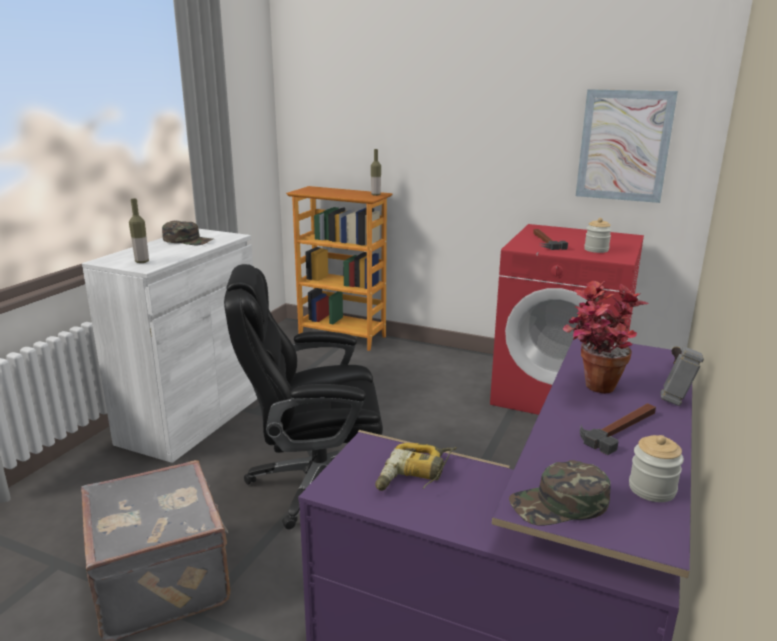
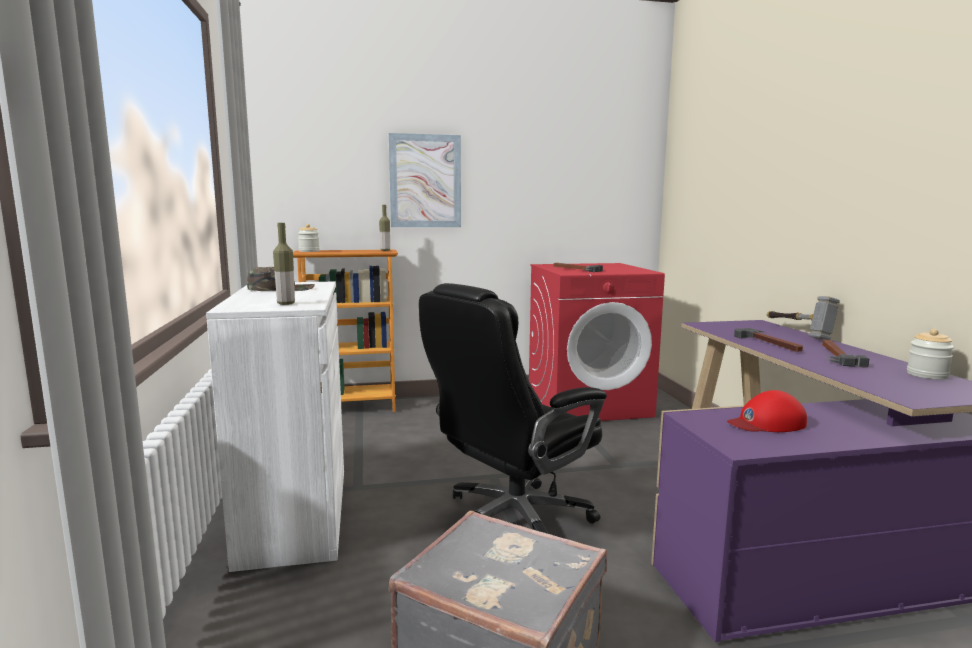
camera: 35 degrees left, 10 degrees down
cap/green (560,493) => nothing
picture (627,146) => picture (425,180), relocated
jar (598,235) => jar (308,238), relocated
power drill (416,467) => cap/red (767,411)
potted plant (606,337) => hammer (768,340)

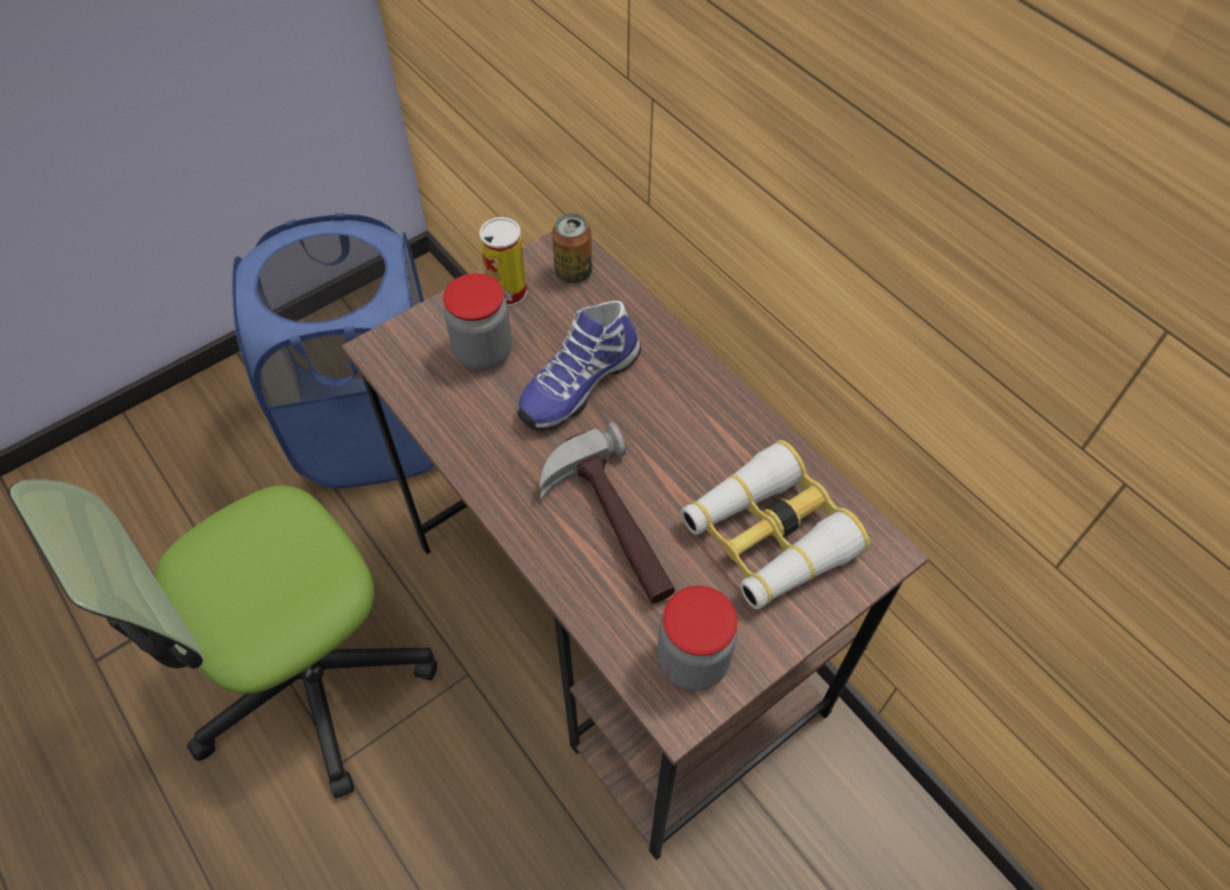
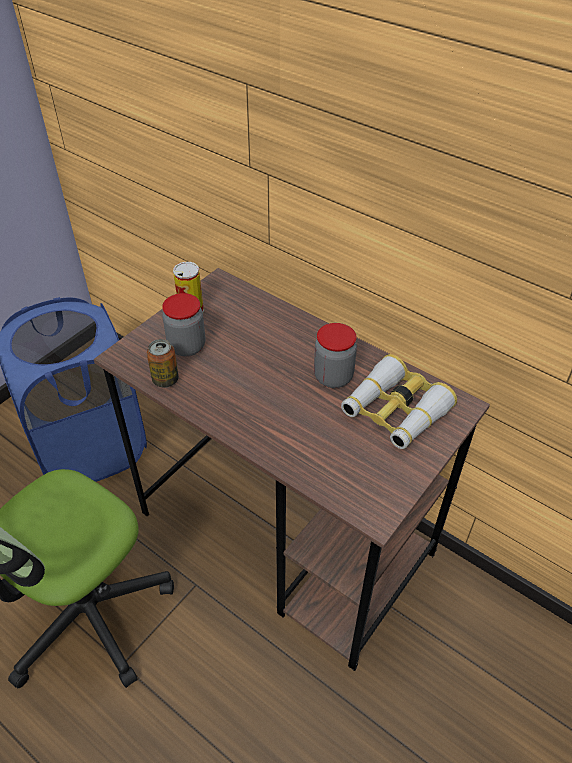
camera: 15 degrees left, 10 degrees down
shoe (579,366) => nothing
hammer (607,513) => nothing
can (572,248) => can (163,363), relocated
jar (697,638) => jar (335,355), relocated

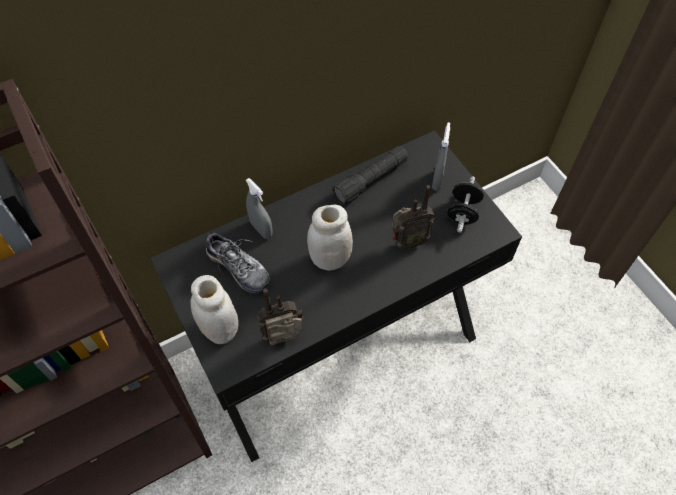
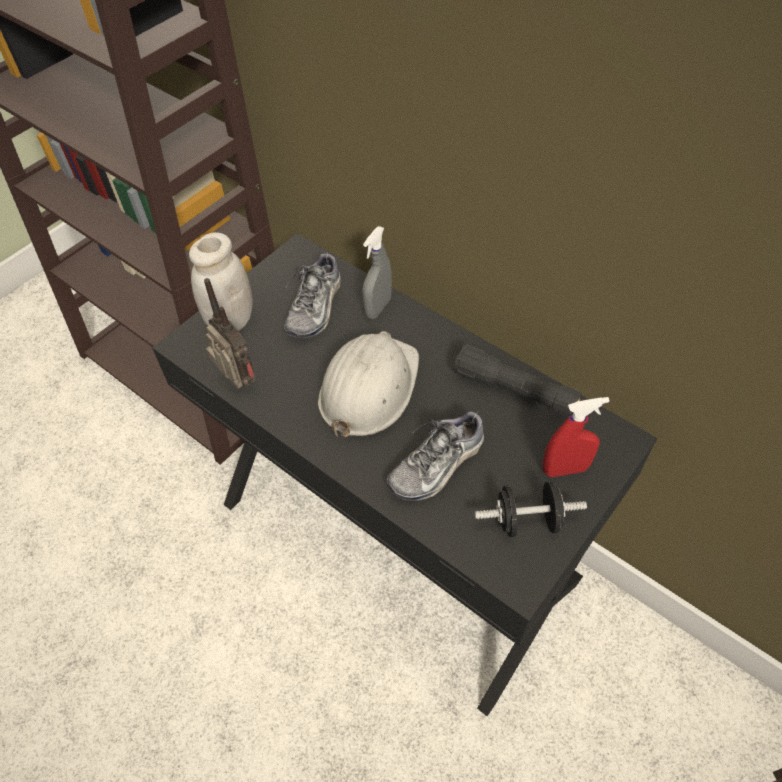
camera: 70 degrees right, 5 degrees down
jar/white (330,238) => hard hat/white (368,384)
radio (413,217) => shoe (435,455)
spray bottle/grey (441,156) => spray bottle/red (576,437)

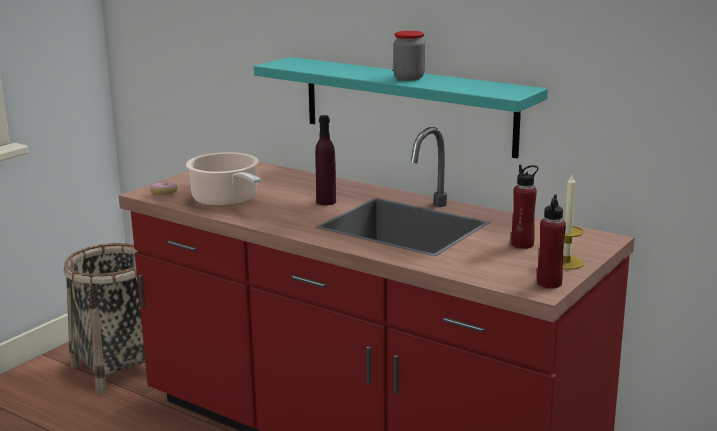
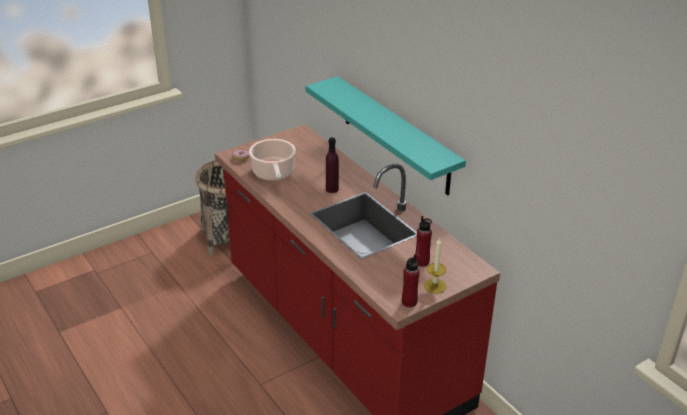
camera: 20 degrees right, 15 degrees up
jar (409,56) => nothing

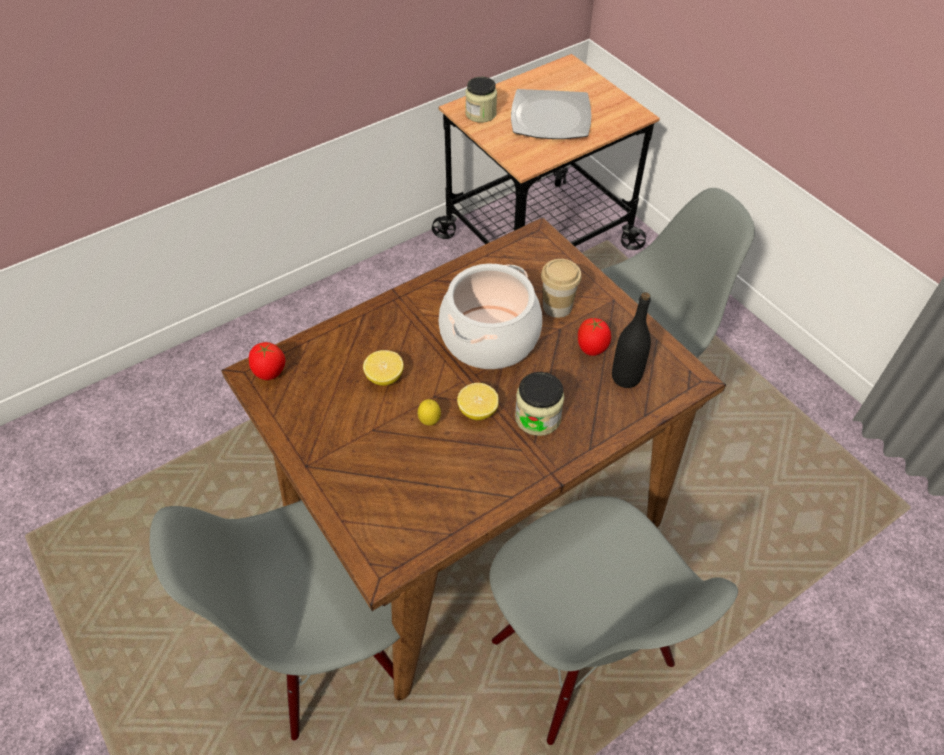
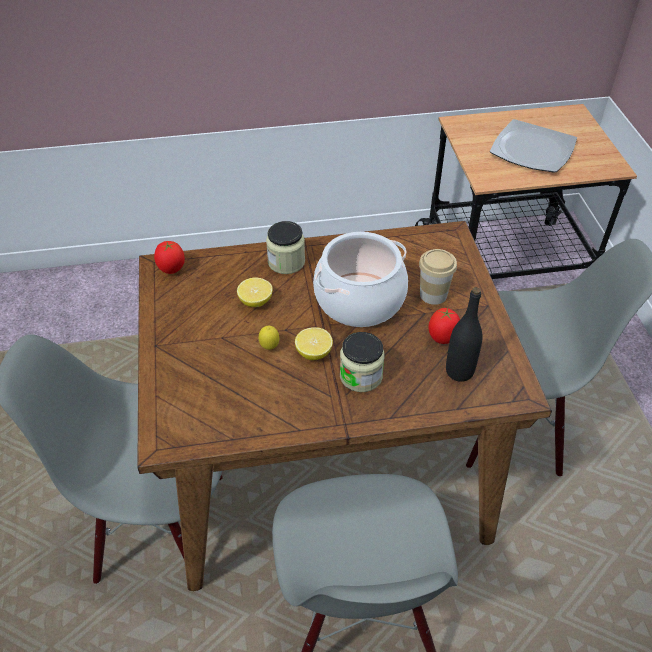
camera: 25 degrees right, 5 degrees down
jar (481,100) => jar (285,247), relocated

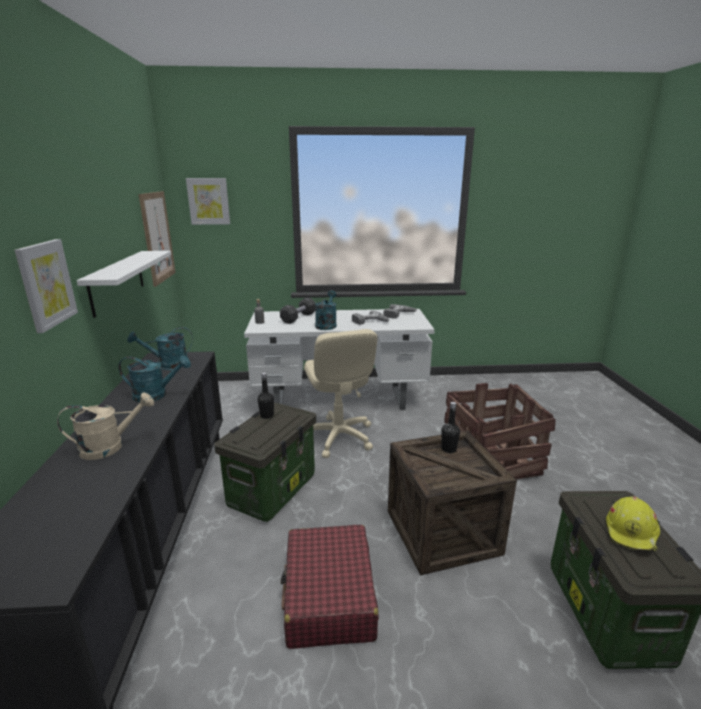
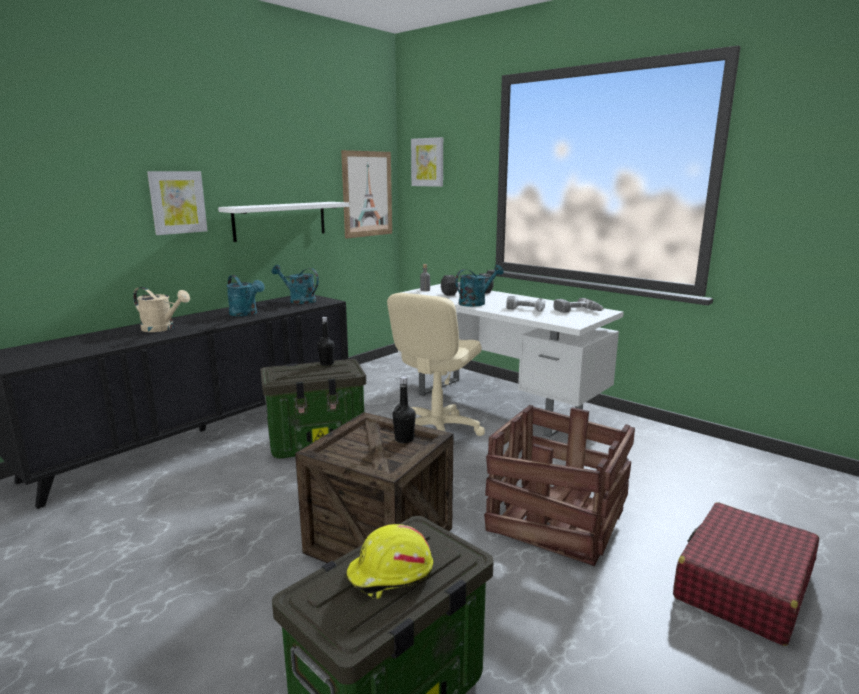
camera: 45 degrees right, 5 degrees down
suitcase/red (330,587) => suitcase/red (746,574), relocated

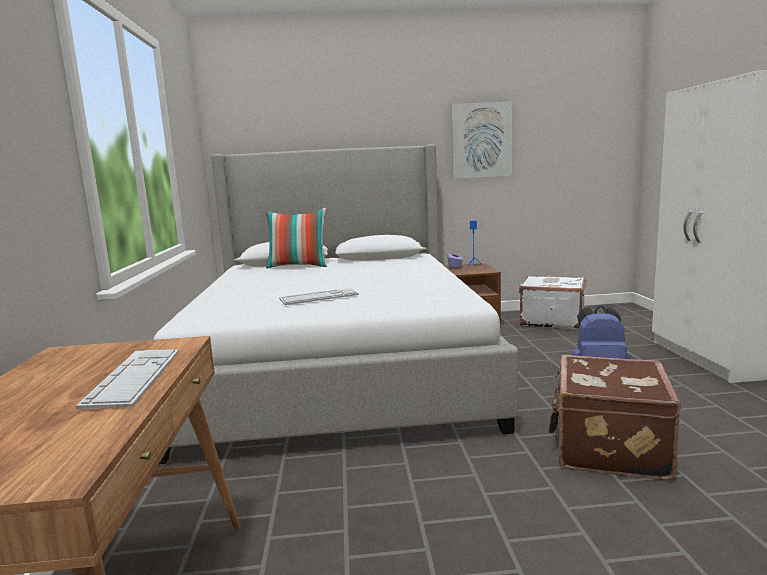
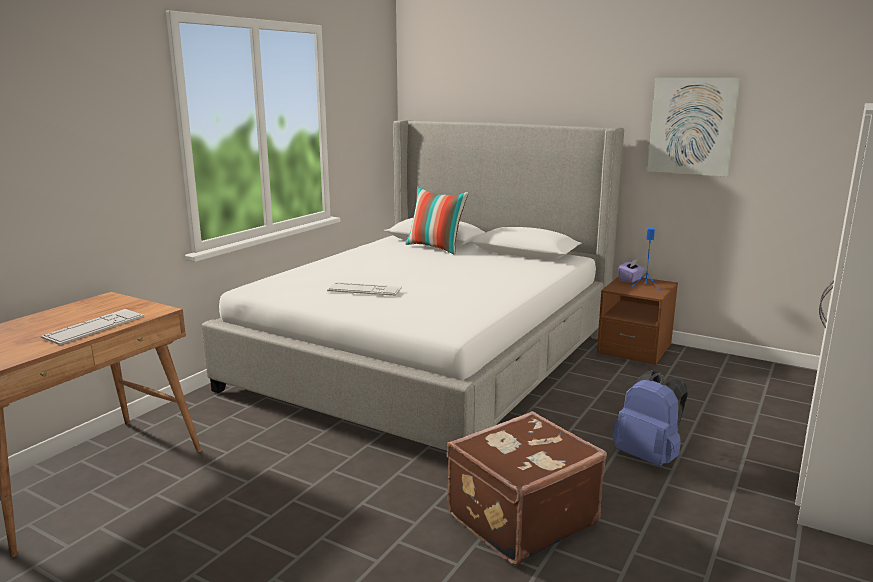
camera: 35 degrees right, 5 degrees up
suitcase/white (552,302) => nothing

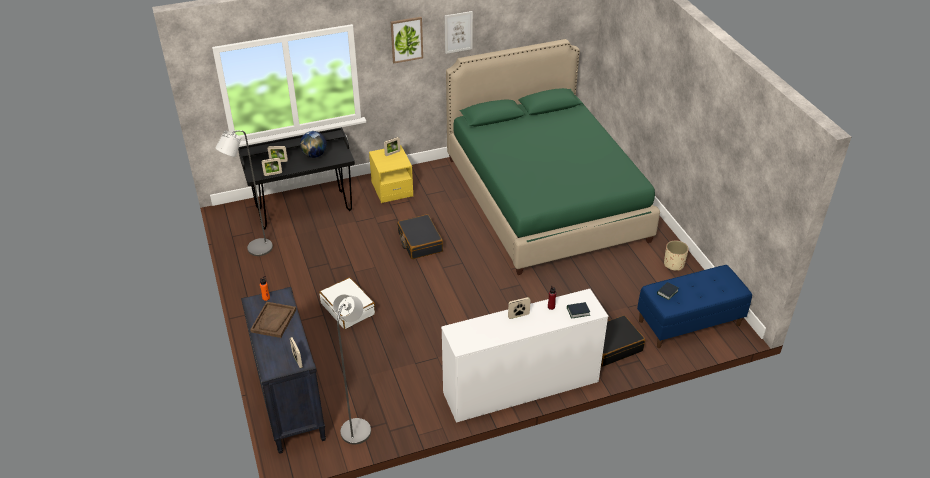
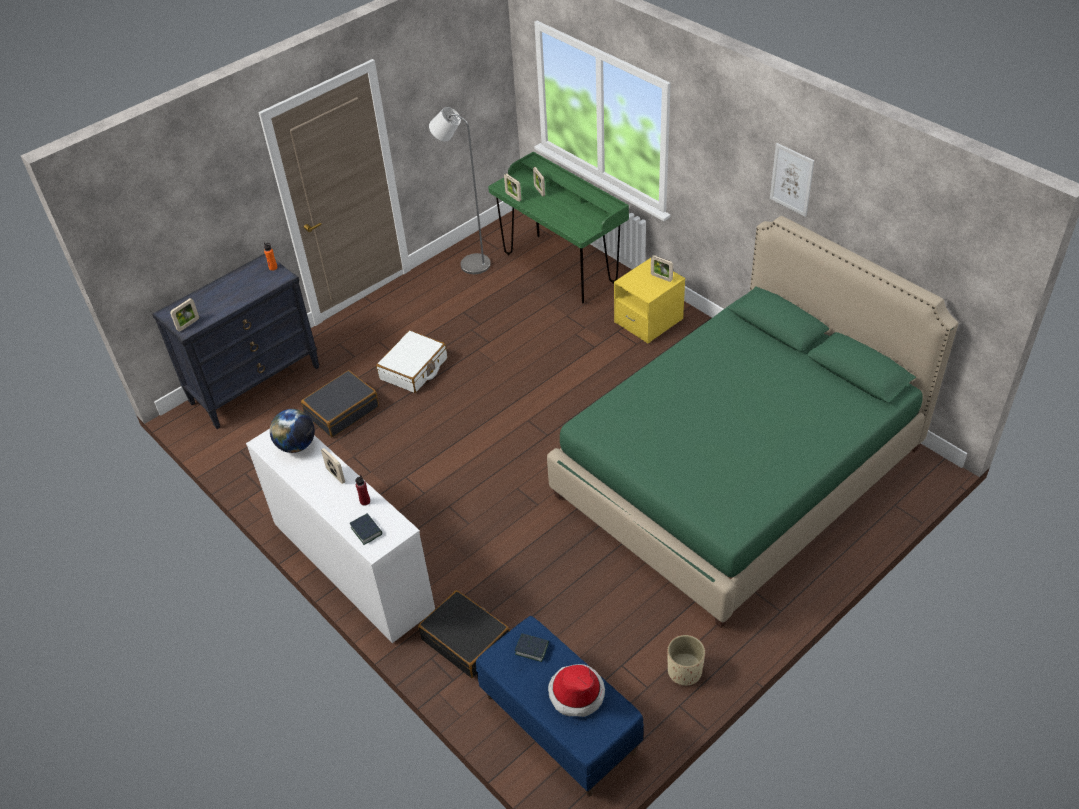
camera: 70 degrees right, 5 degrees up
tray/brown (273,320) => nothing
floor lamp/grey (352,369) => nothing
picture (407,40) => nothing
nothing => hat (576,690)
globe (313,144) => globe (292,431), relocated
suitcase/black (420,236) => suitcase/black (340,403), relocated
desk/black (296,178) => desk/green (558,228)

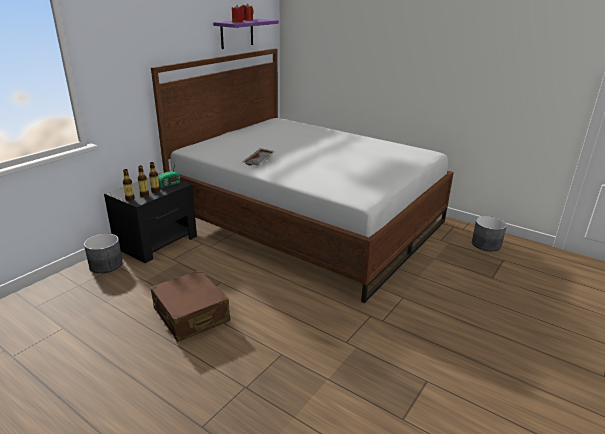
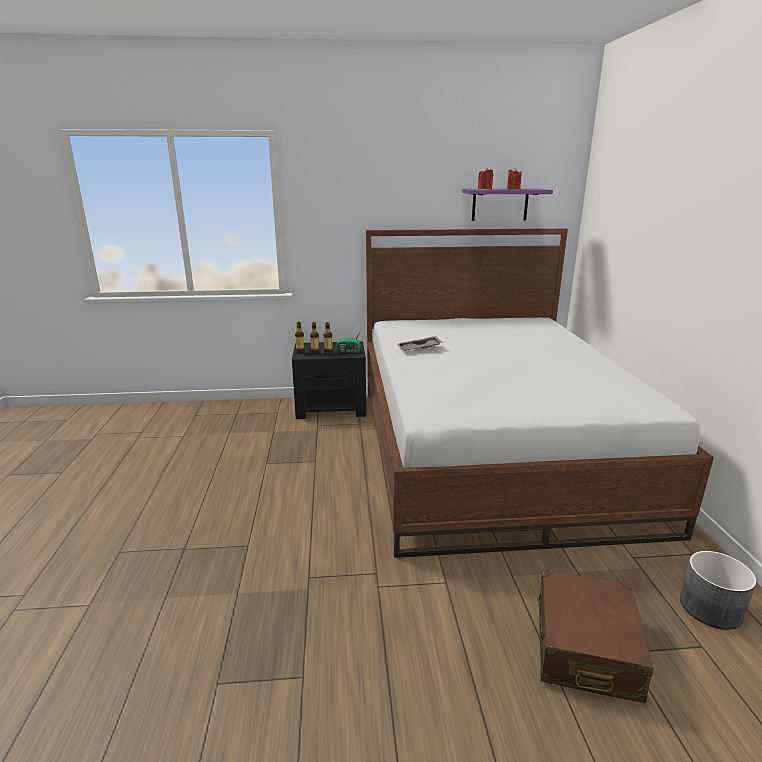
camera: 50 degrees right, 5 degrees down
planter/grey (103,253) => nothing
suitcase/brown (190,306) => suitcase/brown (595,636), relocated

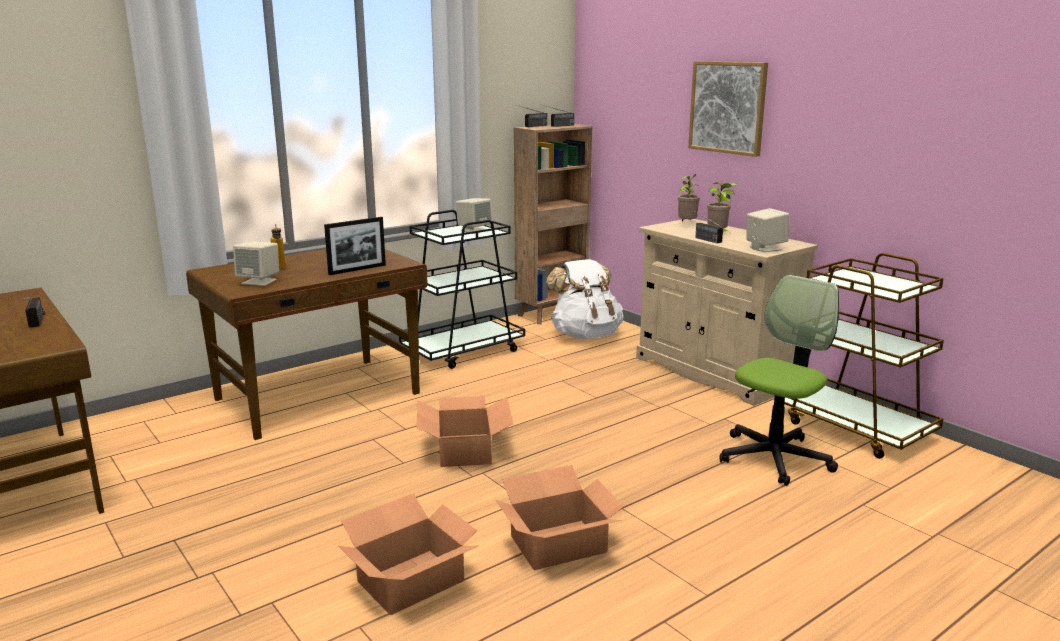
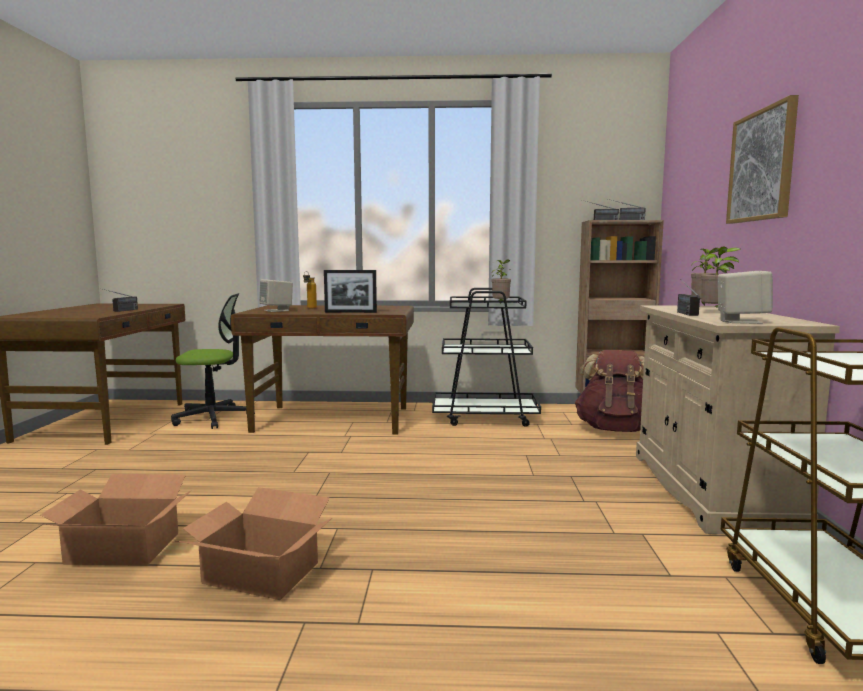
camera: 40 degrees right, 10 degrees down
cardboard box (465,431) => nothing
office chair (779,380) => office chair (209,361), relocated
speaker/beige (474,216) => potted plant (501,281)
backpack/white (584,299) => backpack/brown (609,391)

